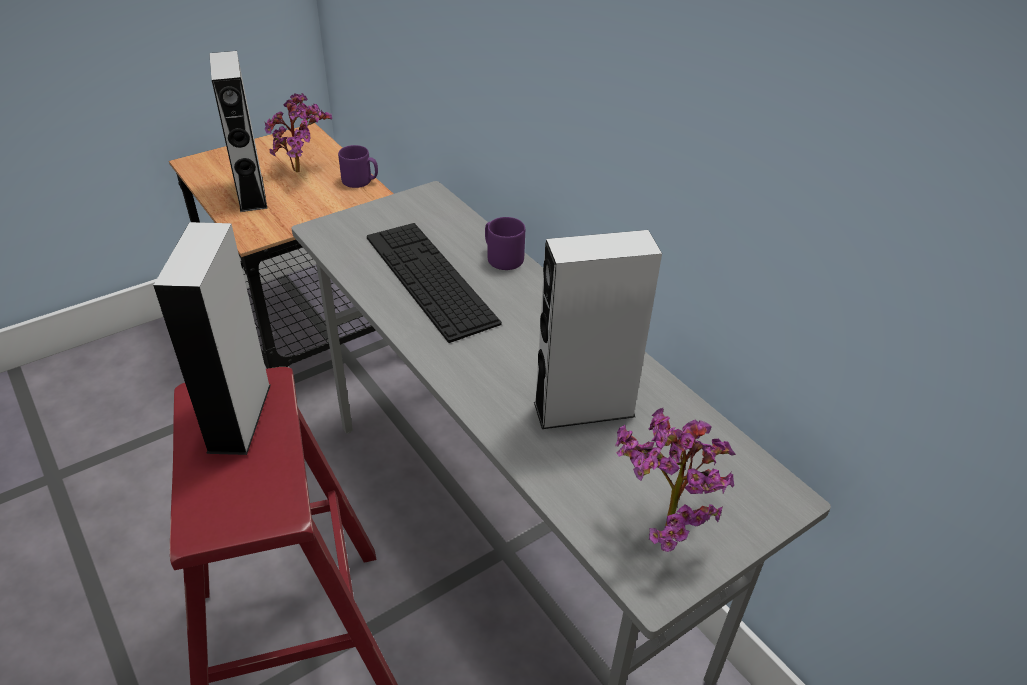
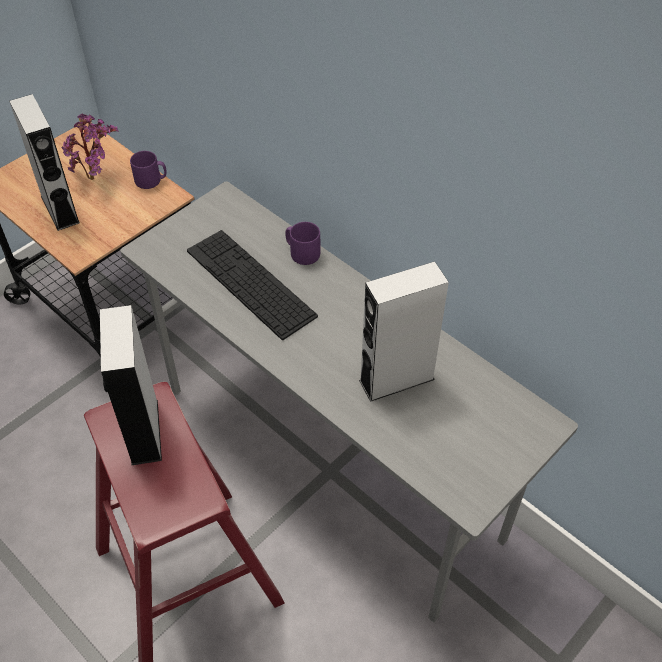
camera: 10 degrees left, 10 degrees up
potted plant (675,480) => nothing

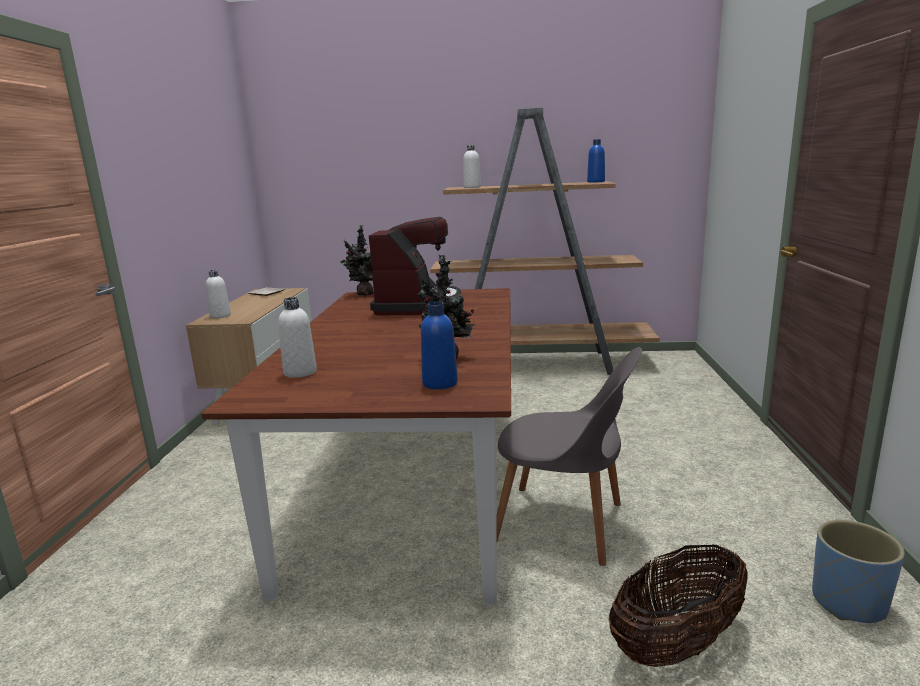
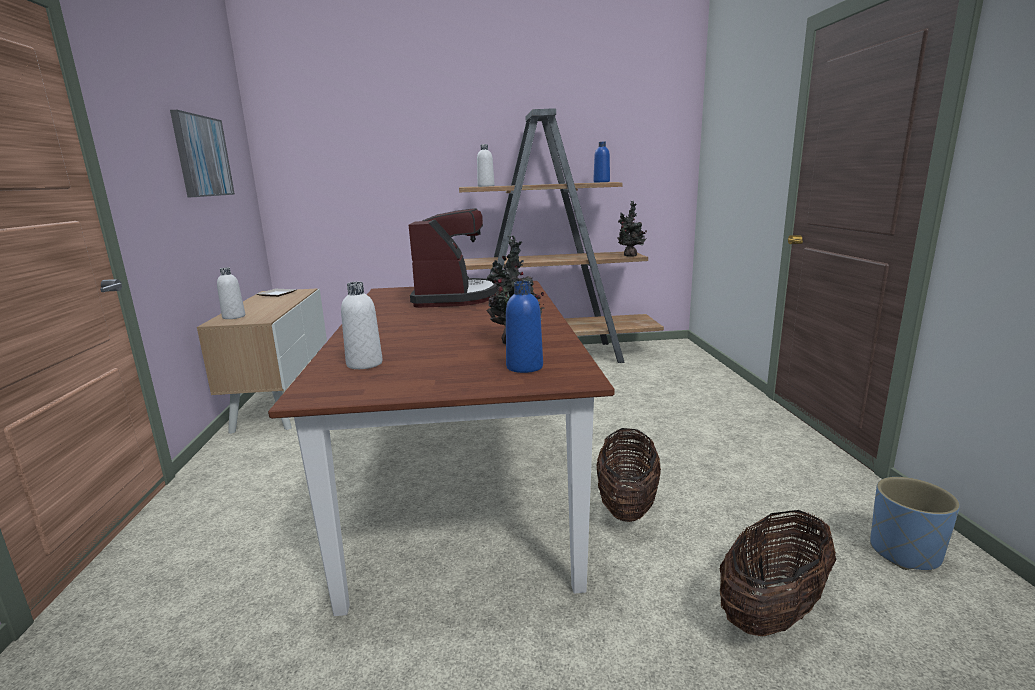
camera: 10 degrees left, 0 degrees up
nothing => picture (202,153)
potted plant (357,260) => potted plant (632,229), relocated
chair/grey (569,456) => basket (628,475)

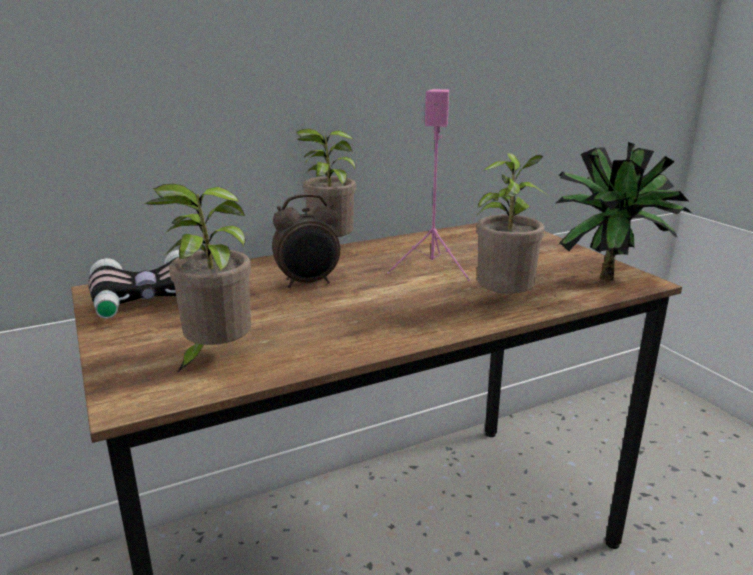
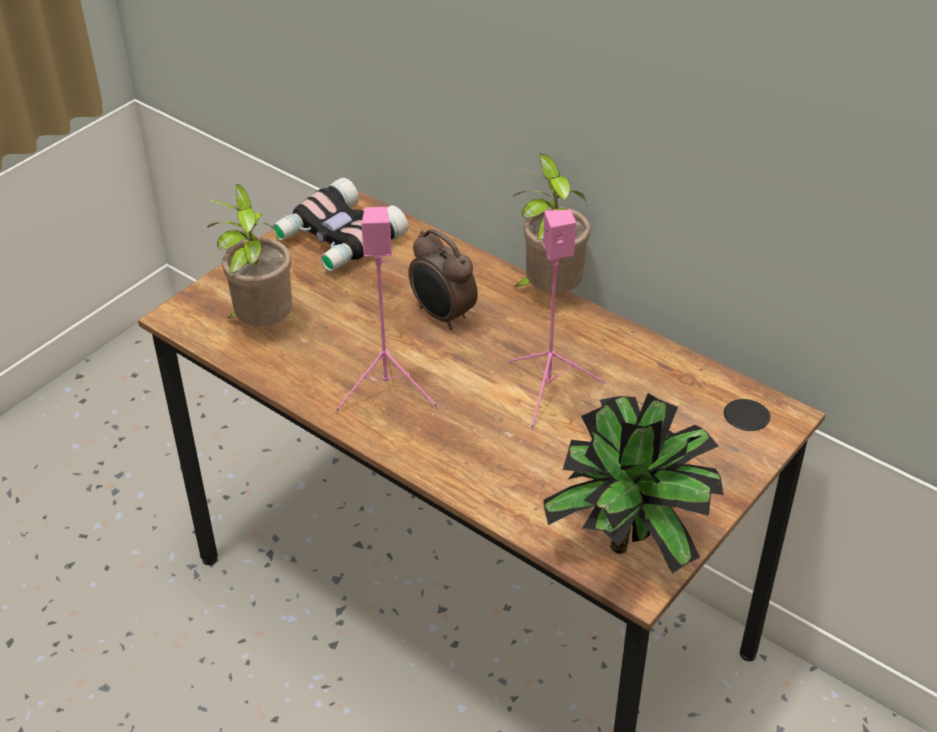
camera: 65 degrees right, 20 degrees up
potted plant (512,223) => nothing
nothing => speaker/pink (387,310)

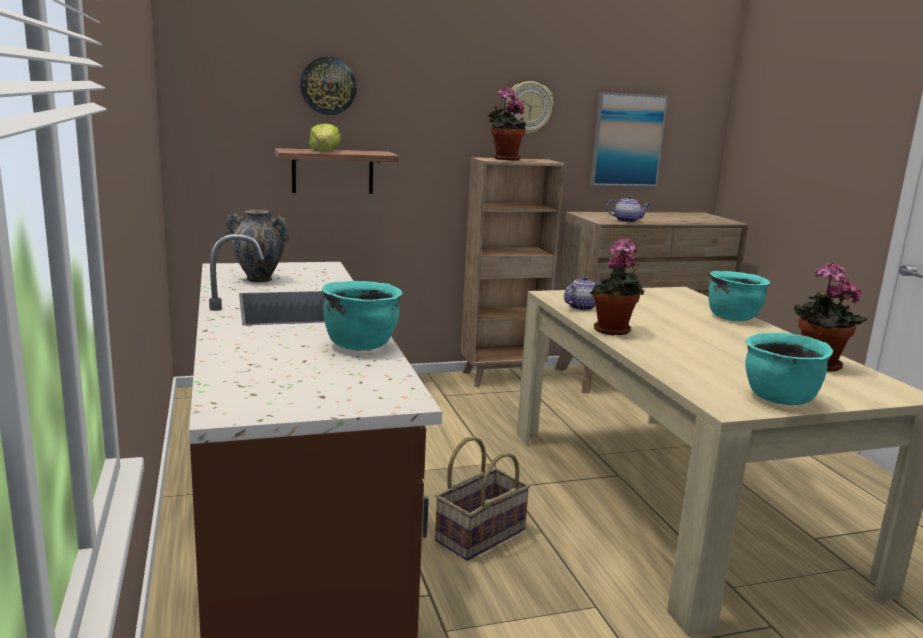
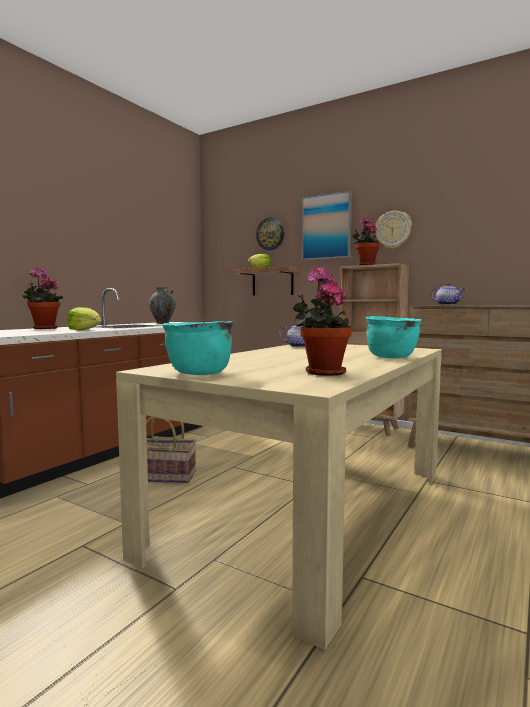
camera: 50 degrees right, 10 degrees down
picture (629,139) => picture (327,225), relocated
potted plant (617,286) => potted plant (43,298), relocated
cooking pot/turquoise (362,316) => lettuce (84,318)

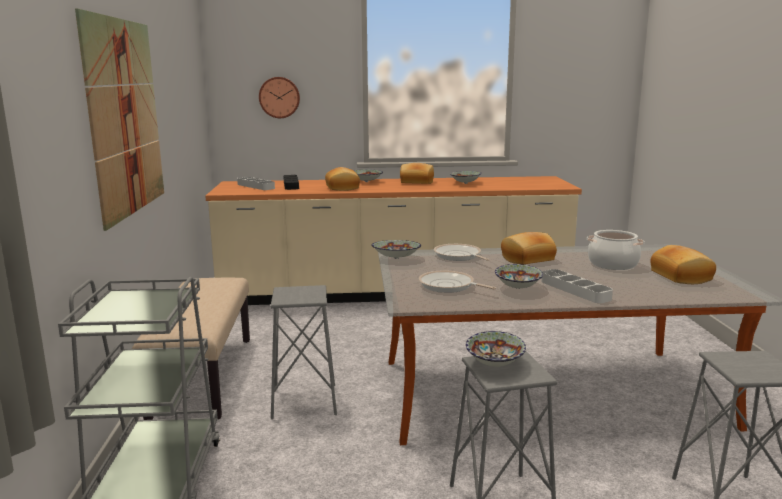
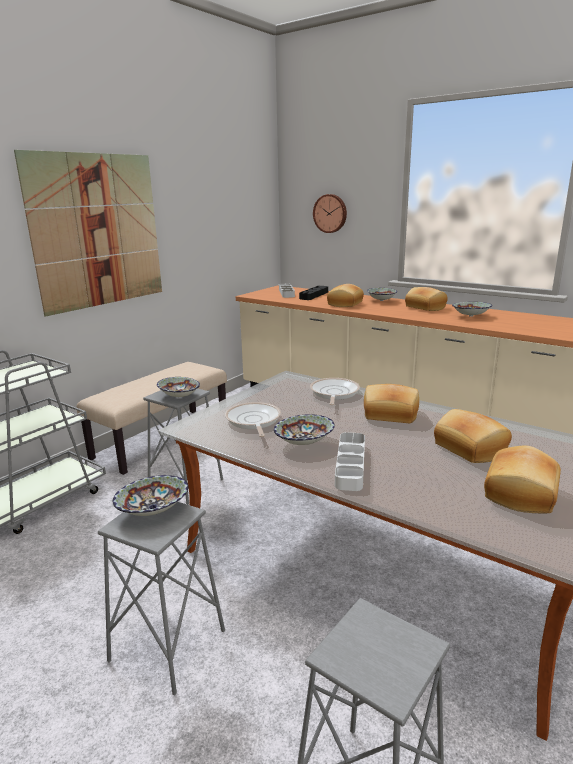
camera: 40 degrees right, 5 degrees up
bowl (396,249) => bowl (178,387), relocated
cooking pot (616,250) => bread (473,436)

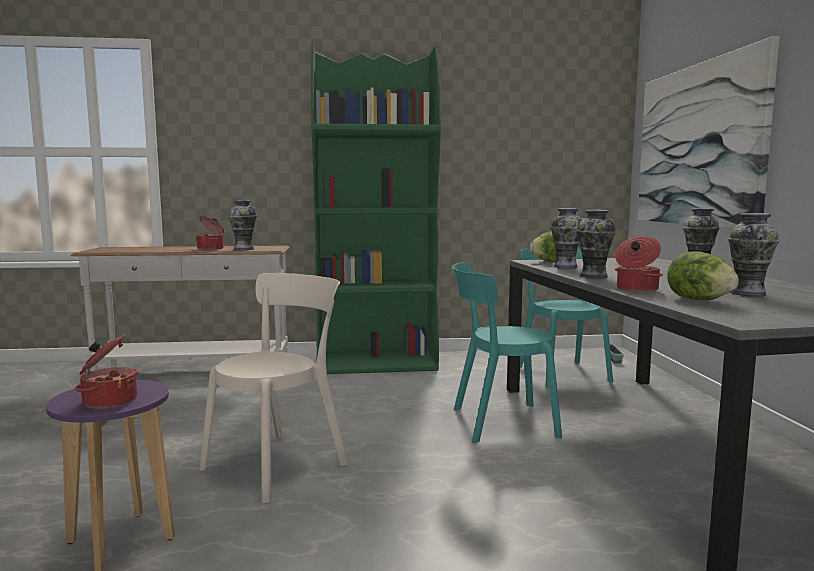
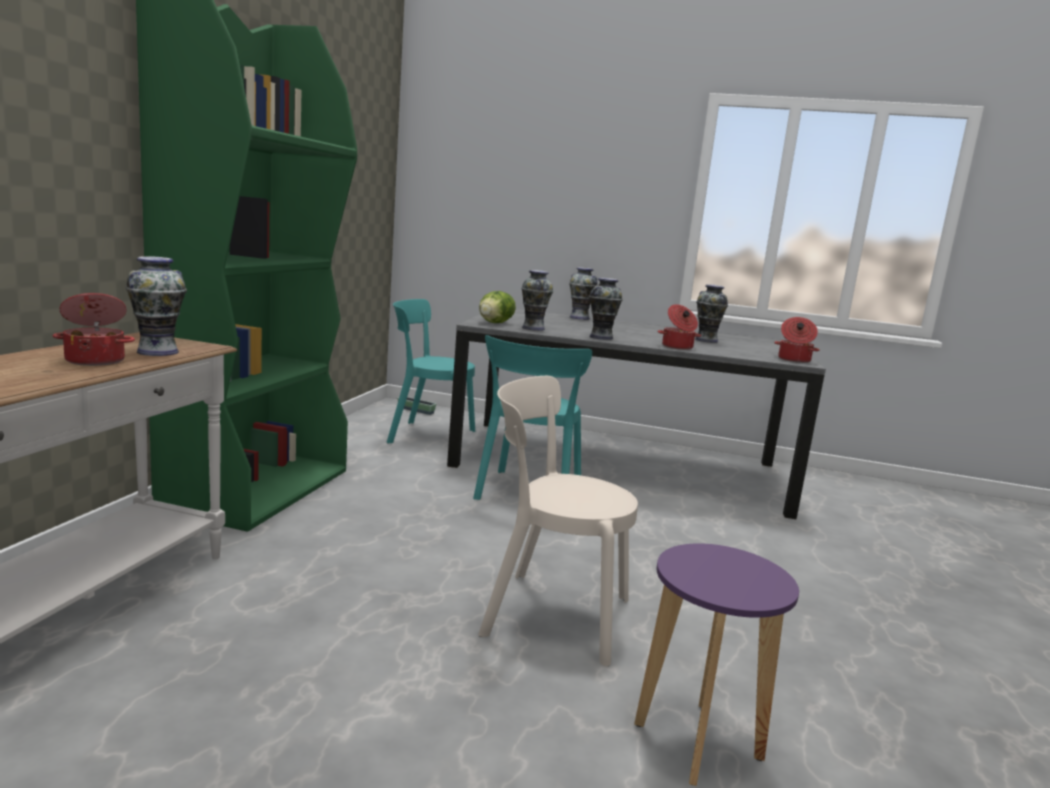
camera: 70 degrees left, 5 degrees up
picture (708,132) => nothing
lettuce (703,275) => nothing
cooking pot (107,372) => cooking pot (797,340), relocated
chair/beige (273,388) => chair/beige (558,521), 45 degrees counterclockwise

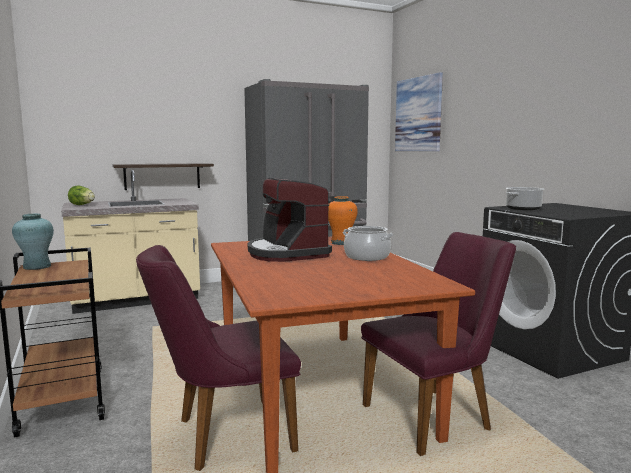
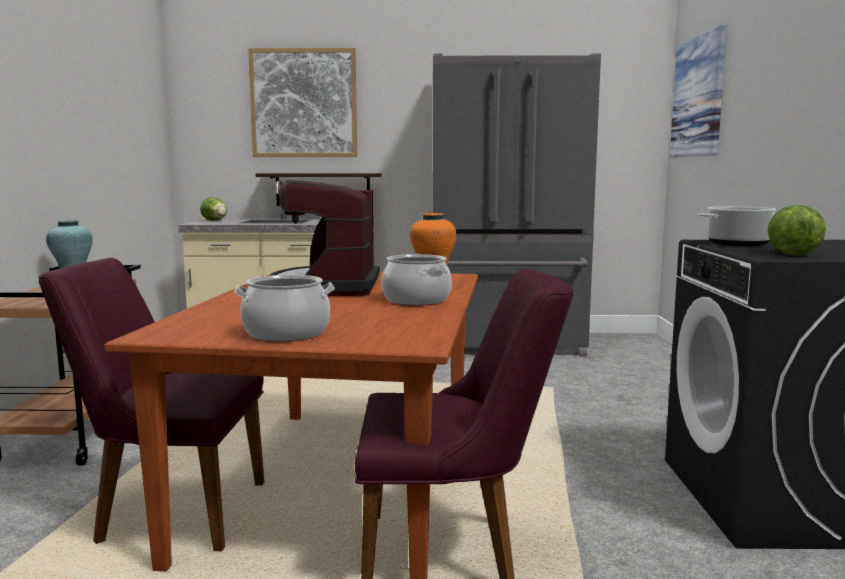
camera: 25 degrees right, 0 degrees up
nothing => cooking pot (284,308)
nothing => picture (302,102)
nothing => lettuce (796,230)

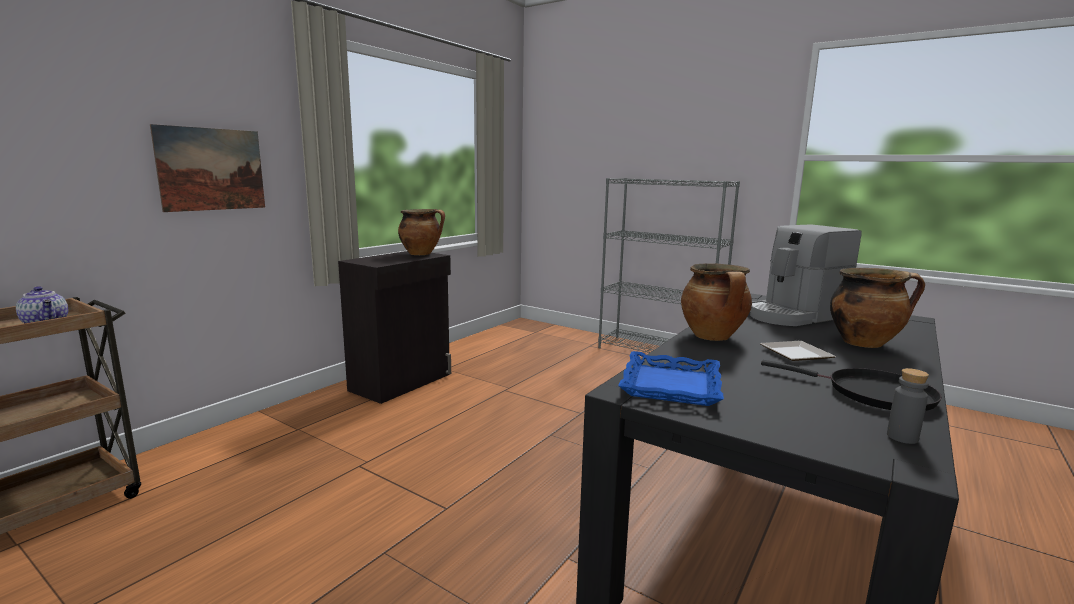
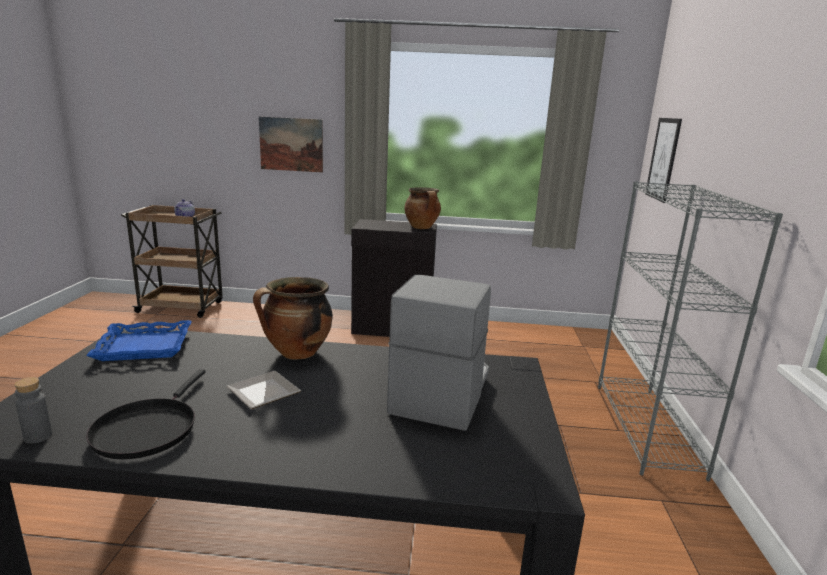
camera: 60 degrees right, 5 degrees up
cooking pot (877,308) => nothing
nothing => picture (663,160)
coffee machine (806,275) => coffee machine (439,353), 75 degrees clockwise

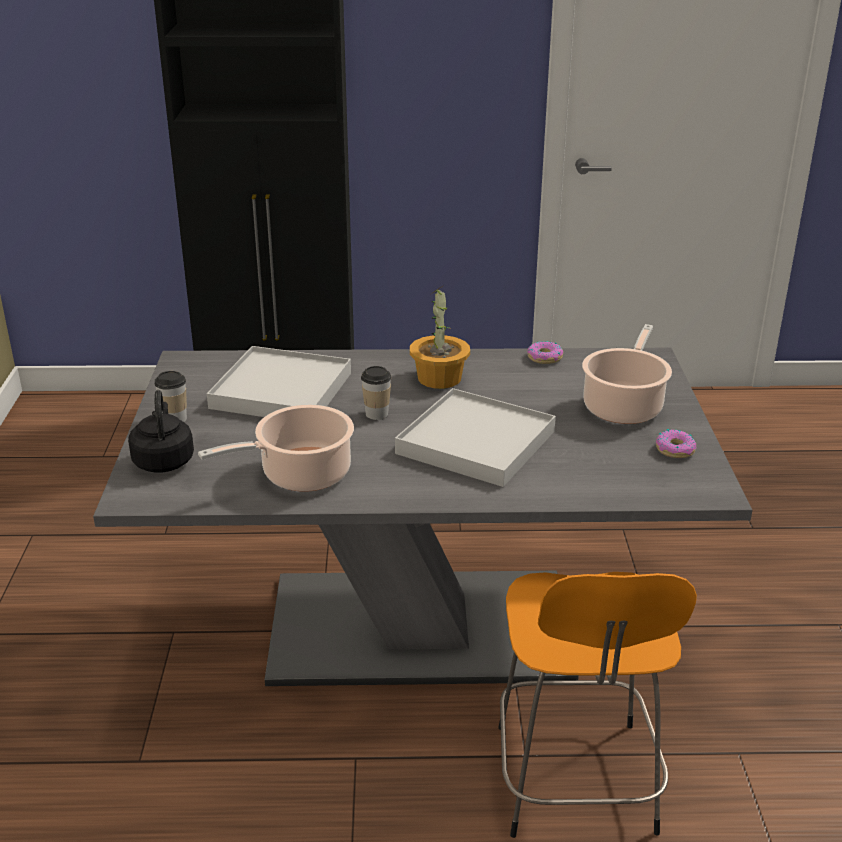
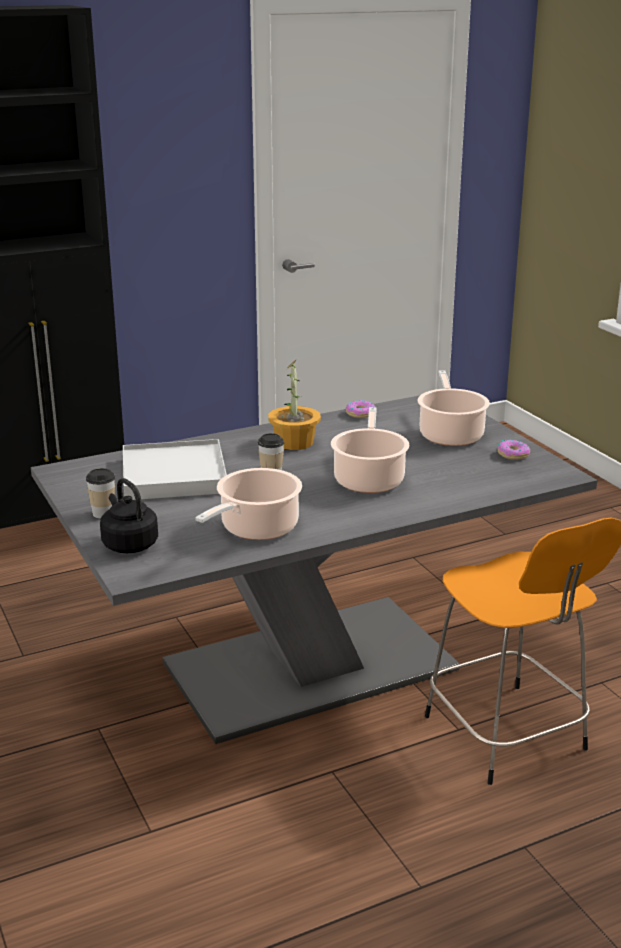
camera: 25 degrees left, 5 degrees down
tray/white (475,437) => cooking pot (370,450)

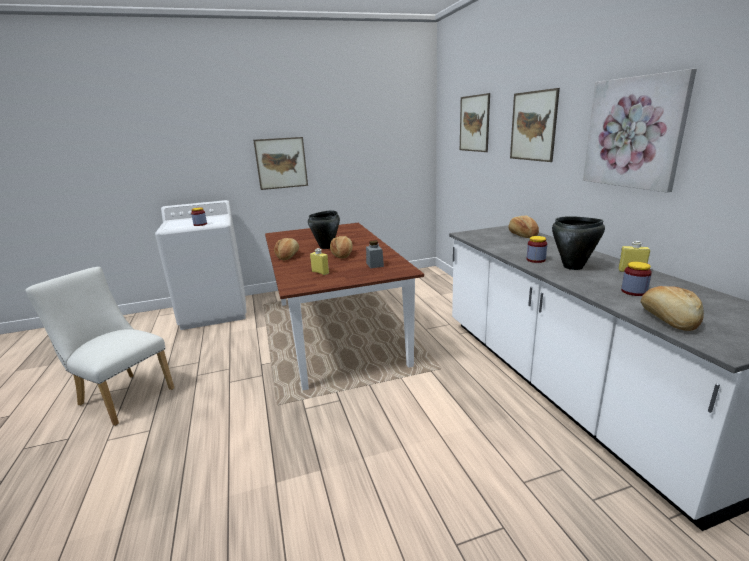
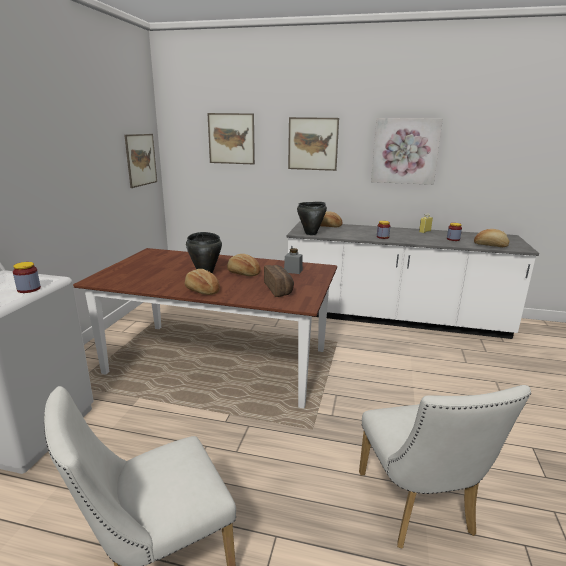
camera: 60 degrees left, 0 degrees up
nothing => chair/white (445,467)
picture (280,163) => picture (140,161), relocated
cooking pot/black (578,243) => cooking pot/black (312,218), relocated
bottle/yellow (319,261) => bread (279,281)

